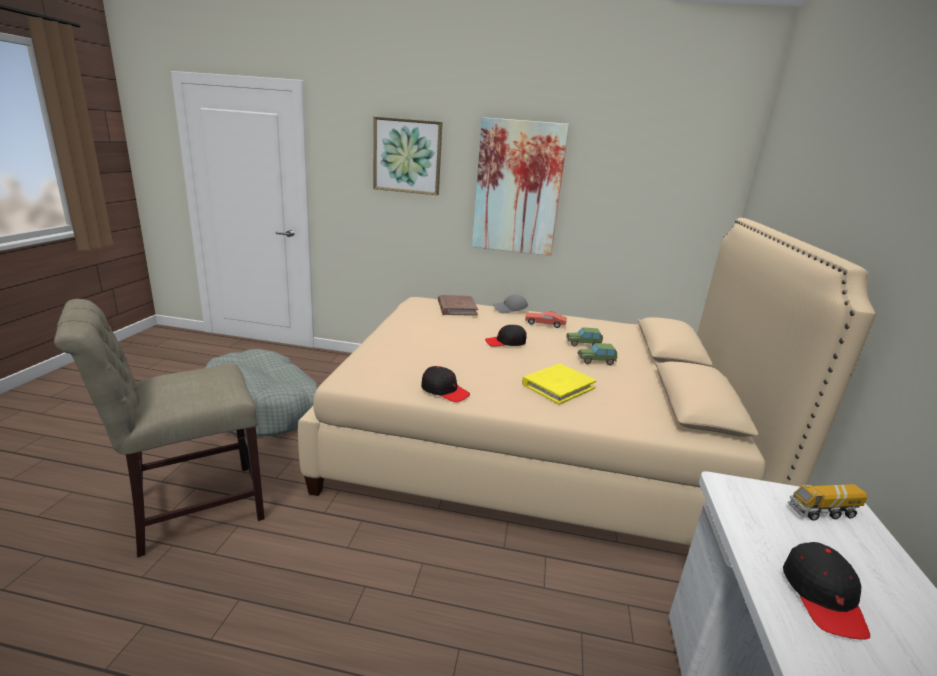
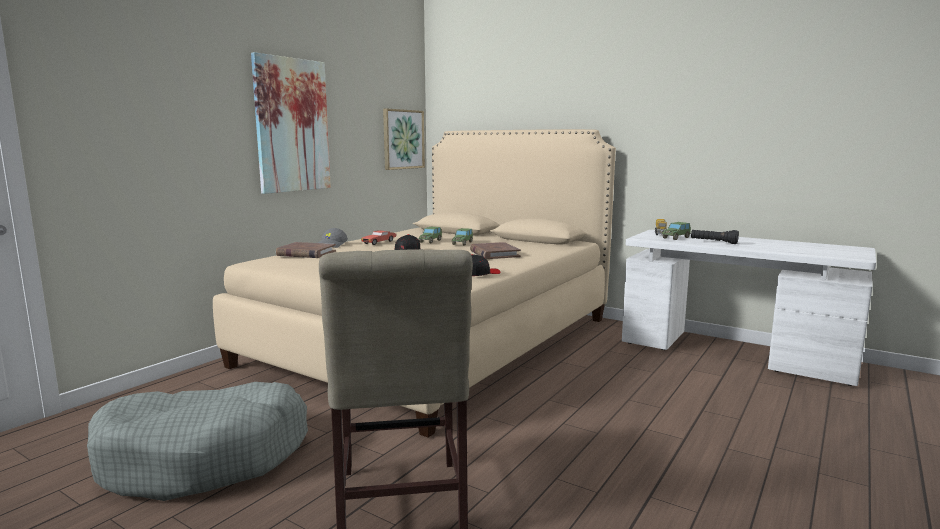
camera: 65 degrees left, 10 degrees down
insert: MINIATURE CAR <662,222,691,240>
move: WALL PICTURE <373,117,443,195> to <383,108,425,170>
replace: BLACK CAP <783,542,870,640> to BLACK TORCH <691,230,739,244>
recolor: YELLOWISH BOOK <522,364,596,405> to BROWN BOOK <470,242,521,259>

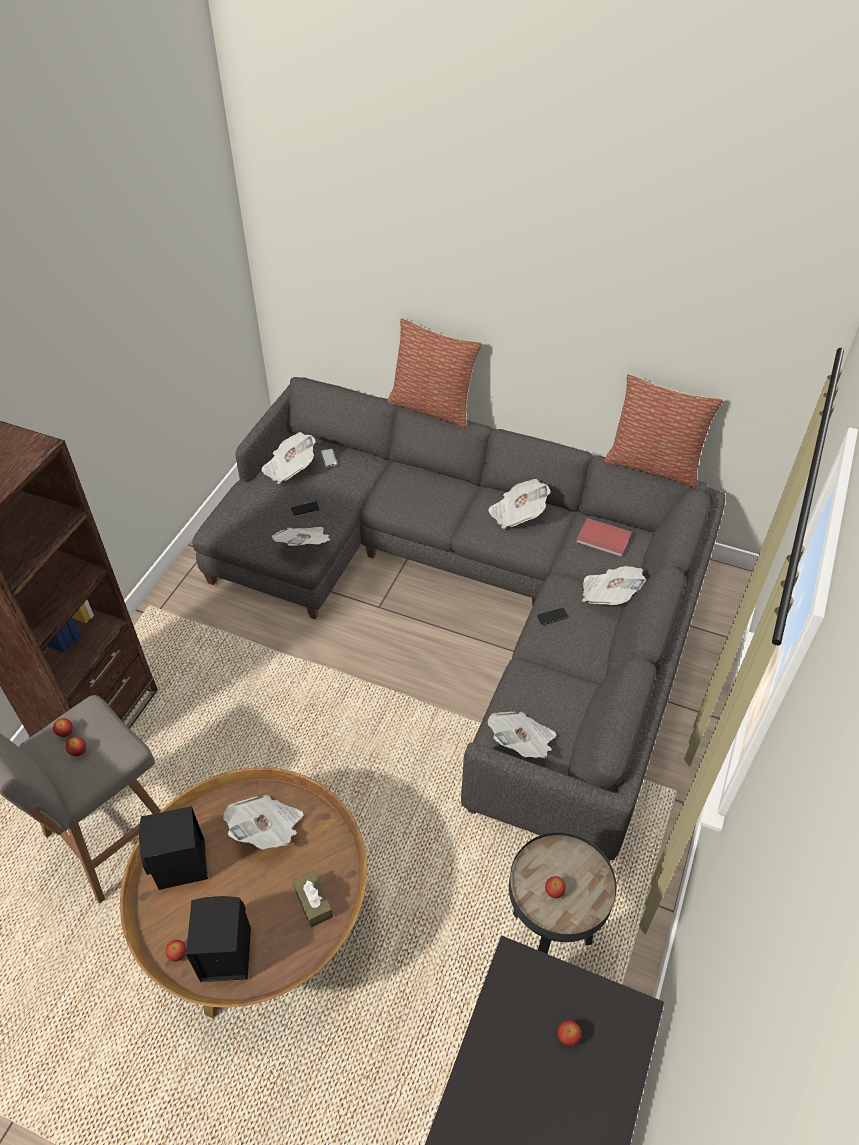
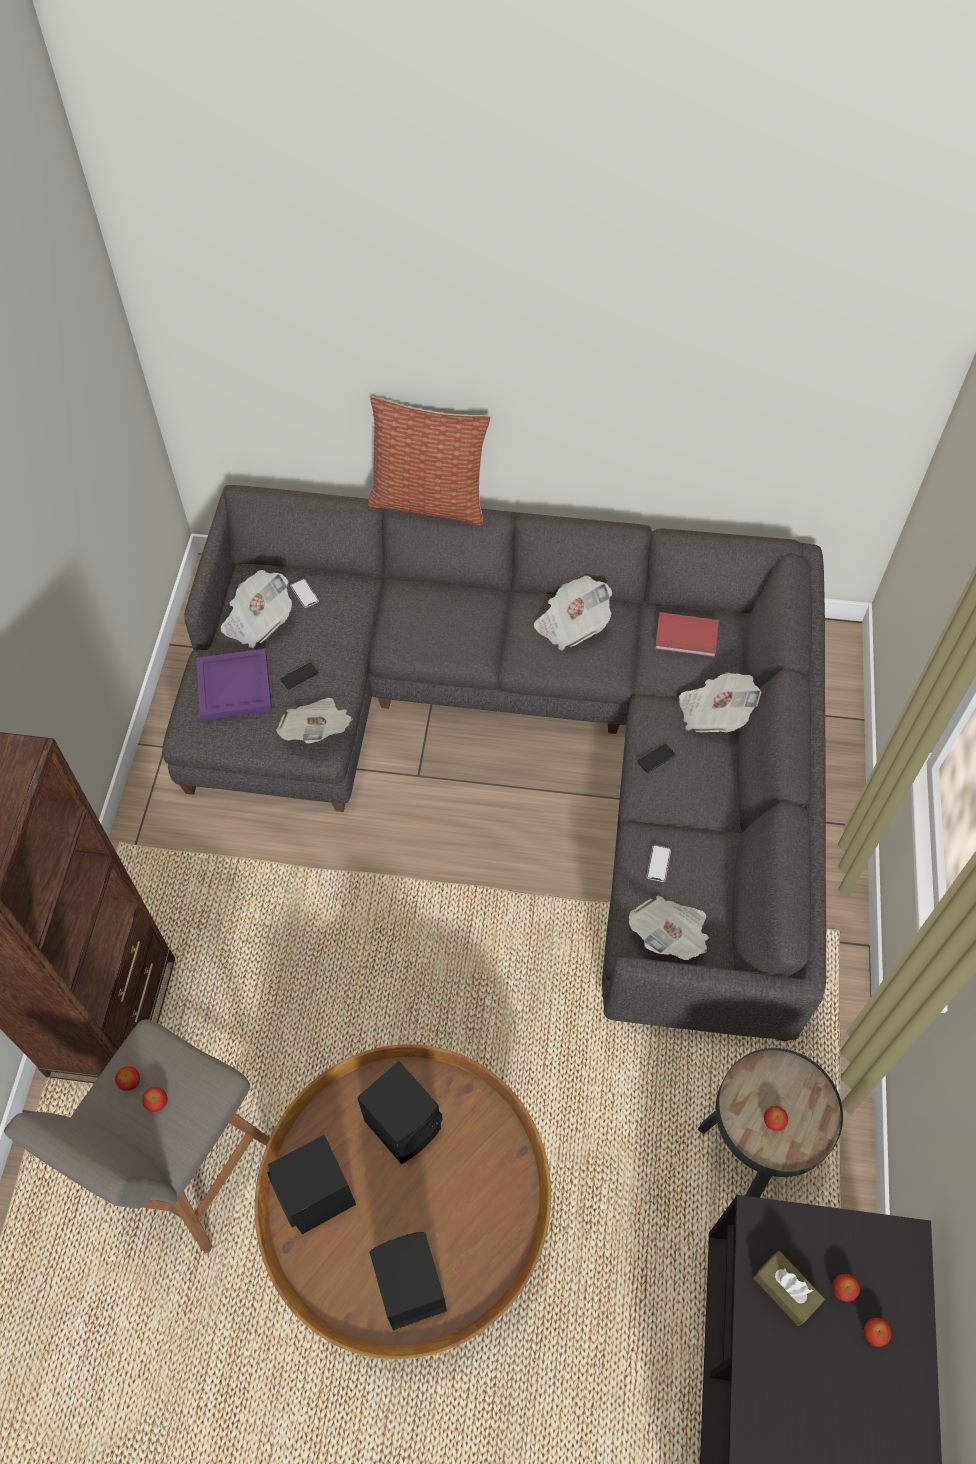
camera: 15 degrees left, 10 degrees up
delete: PILLOW <604,374,723,489>
insert: PURPLISH TRAY <196,649,272,721>; TELEPHONE <647,845,671,882>
move: APPLE <165,940,186,962> to <863,1318,892,1347>; BROWN BOX OF TISSUES <293,871,333,928> to <753,1251,825,1326>
replace: PRINTED PAPER <223,795,303,849> to BLACK LOUDSPEAKER <357,1061,443,1165>

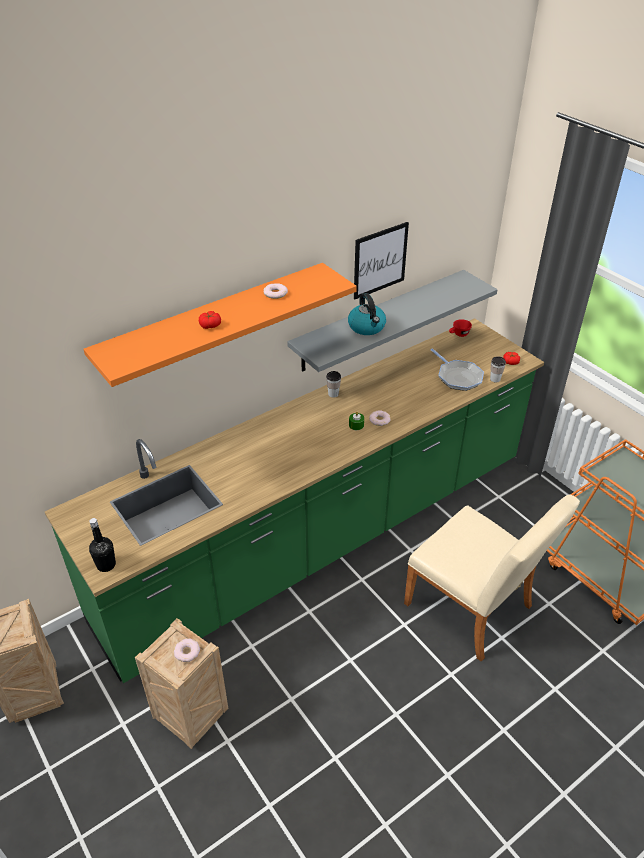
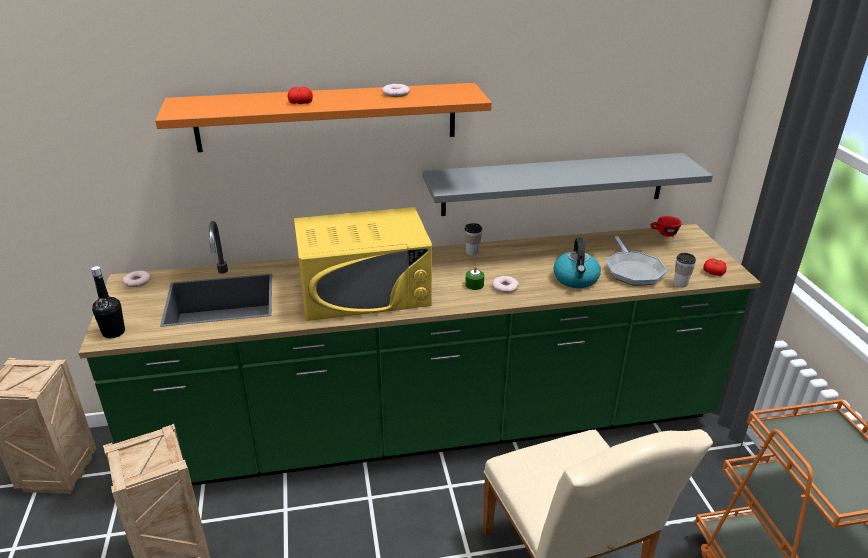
camera: 25 degrees right, 10 degrees down
delete: WALL PICTURE <354,222,409,299>
insert: YELLOWISH MICROWAVE <294,207,432,321>
move: DONUT <174,639,200,662> to <123,271,151,287>; TEA KETTLE <348,293,386,335> to <553,237,601,288>

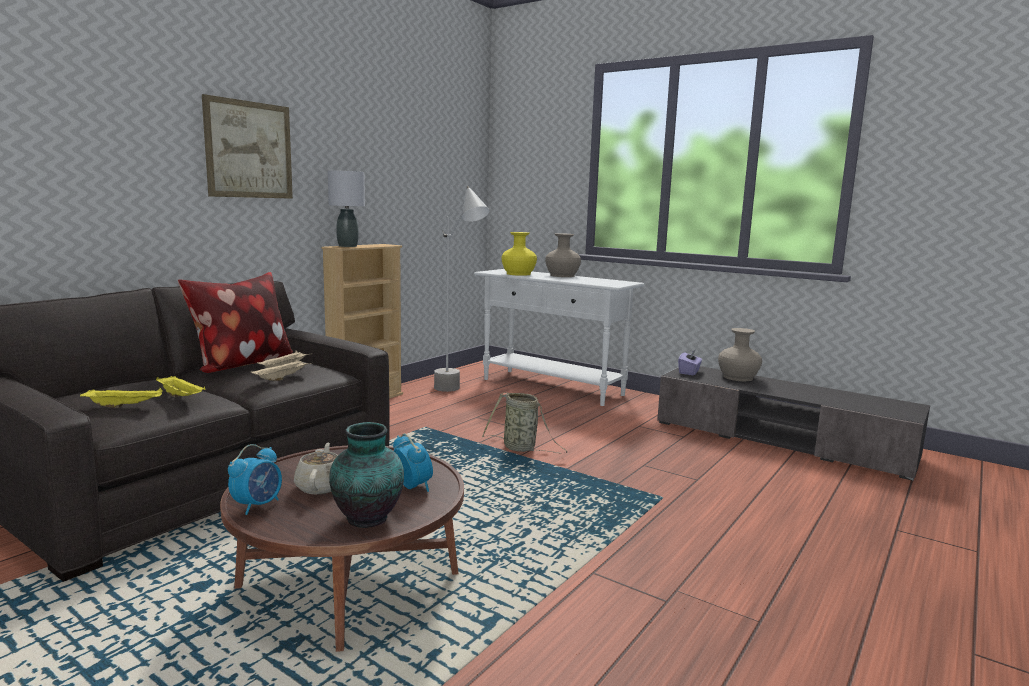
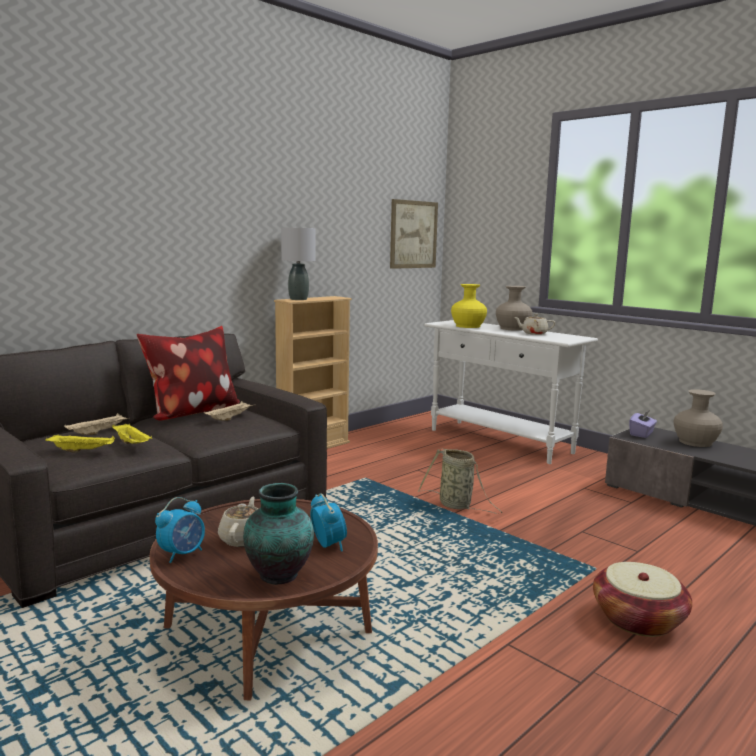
camera: 10 degrees right, 0 degrees up
delete: GRAY STANDARD LAMP <434,186,490,392>
insert: SAND-COLOURED POT FOR TEA <514,314,556,335>; HOUSEHOLD BASKET <593,562,692,637>
move: WALL PICTURE <202,94,293,199> to <390,199,438,269>; SAND-COLOURED TRAY <251,359,312,381> to <64,413,130,435>

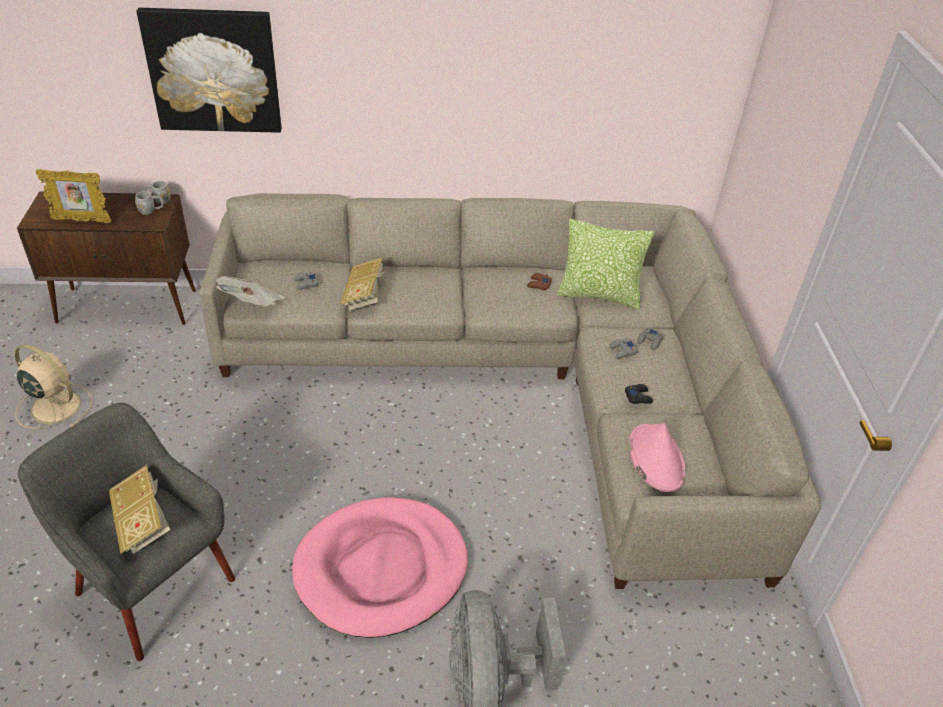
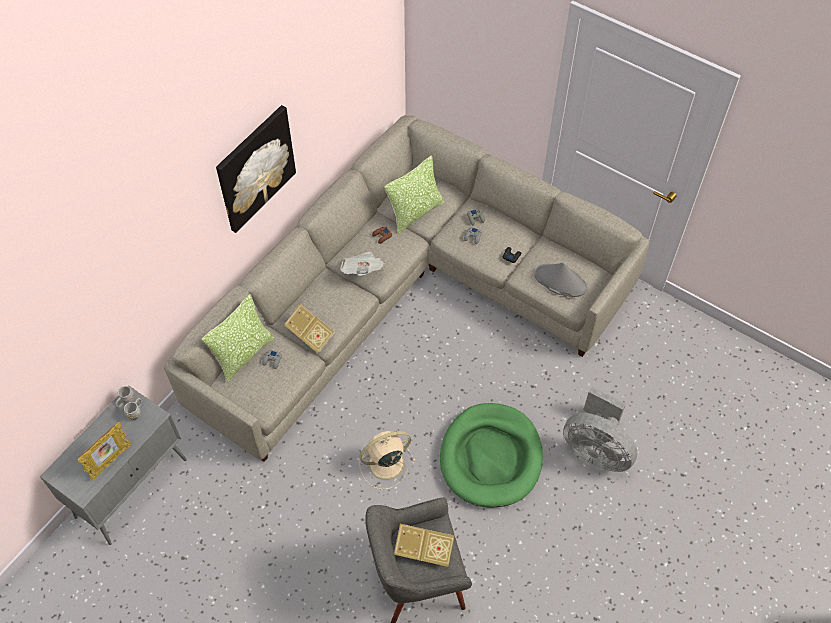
camera: 50 degrees left, 15 degrees up
insert: PILLOW <202,294,274,383>
move: SAND-COLOURED FAN <15,344,92,429> to <359,431,416,490>; WALL PICTURE <137,8,282,133> to <216,105,296,233>; PRINTED PAPER <216,276,285,307> to <340,252,385,276>
recolor: BROWN CUPBOARD <17,192,196,325> to GRAY CUPBOARD <40,385,187,545>; PINK DOG CUSHION <292,497,468,638> to GREEN-COLOURED DOG CUSHION <440,403,543,508>; PINK HAT <630,423,685,492> to GRAY HAT <535,263,587,297>

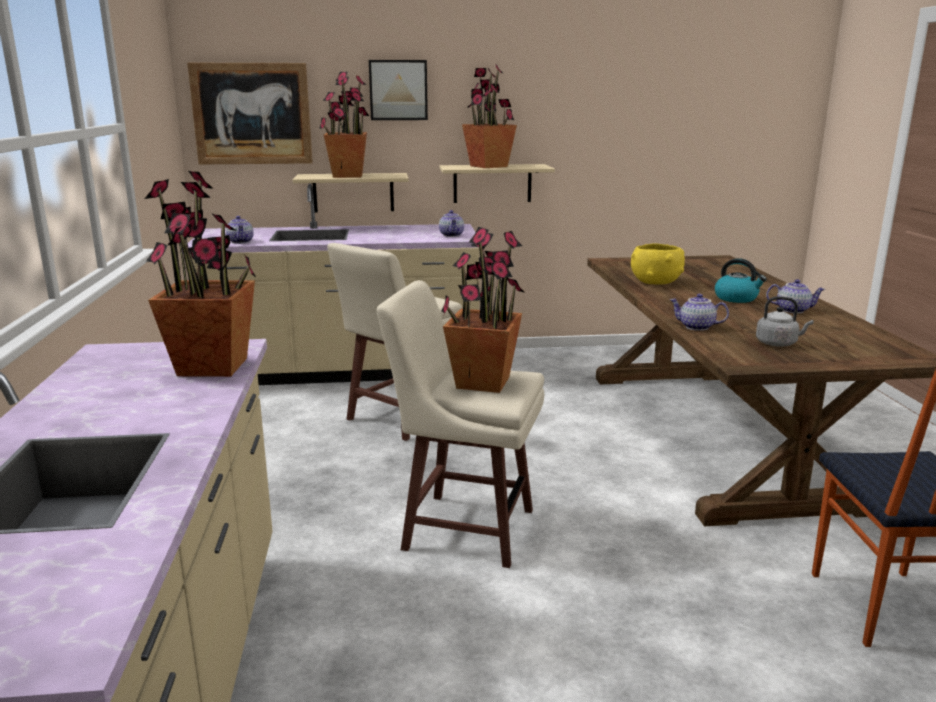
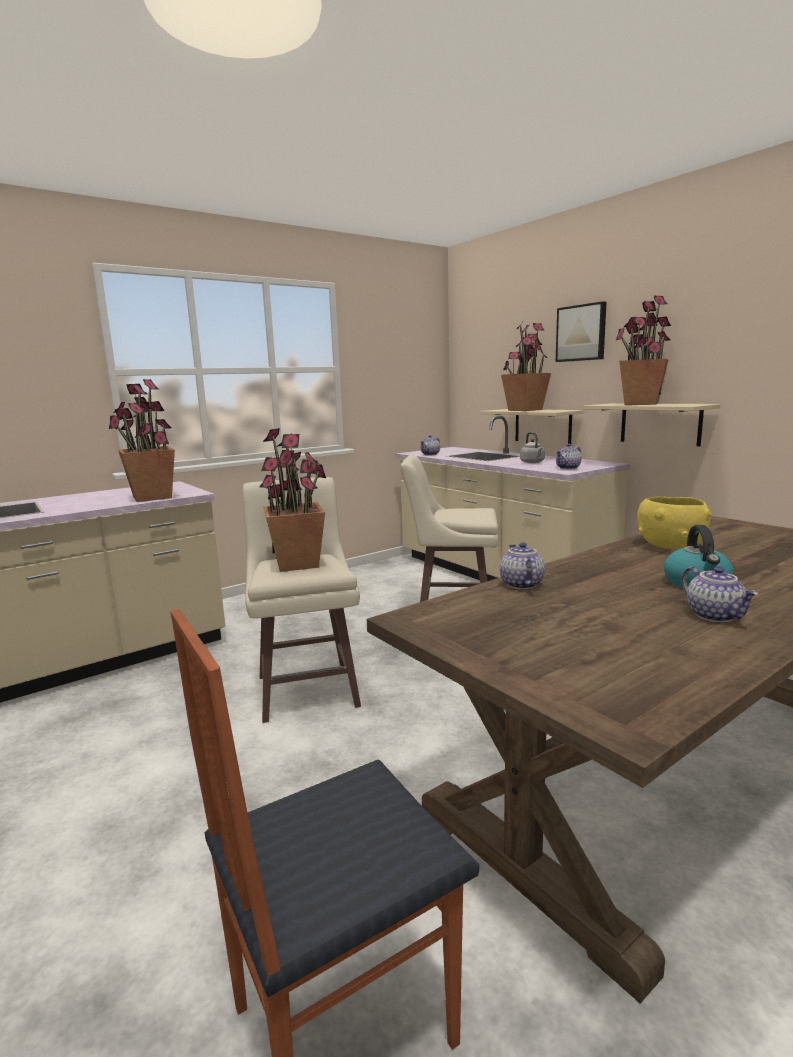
camera: 60 degrees right, 5 degrees down
delete: WALL PICTURE <187,63,313,165>
move: GRAY TEA KETTLE <756,296,814,347> to <520,432,545,463>

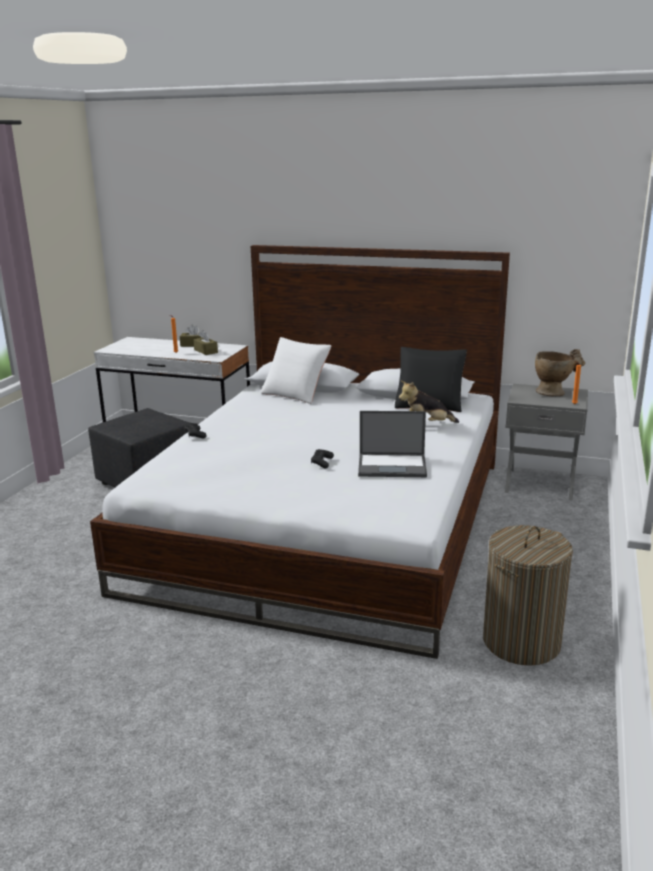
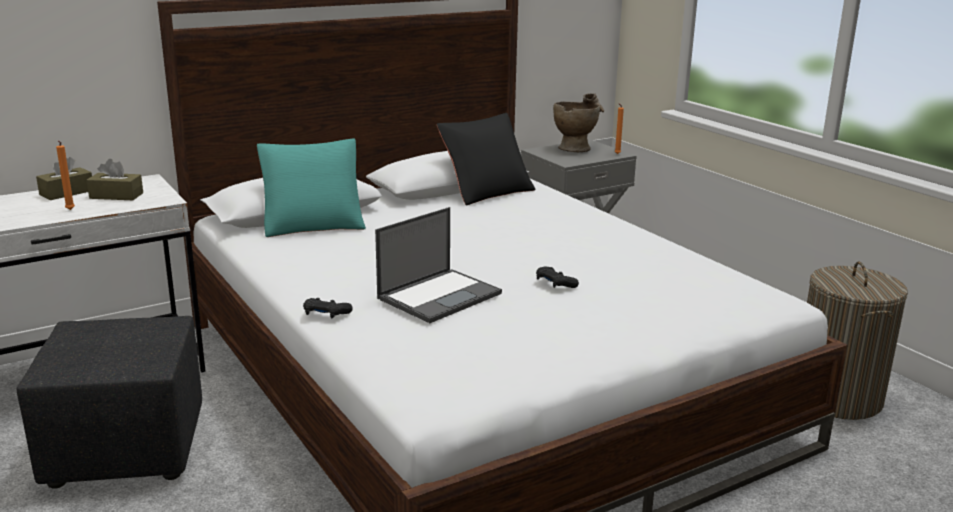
camera: 50 degrees left, 0 degrees up
delete: CUDDLY TOY <399,381,459,423>
move: LAPTOP <358,411,427,477> to <375,207,502,323>
recolor: WHITISH PILLOW <261,337,332,404> to TURQUOISE-COLOURED PILLOW <257,139,366,237>

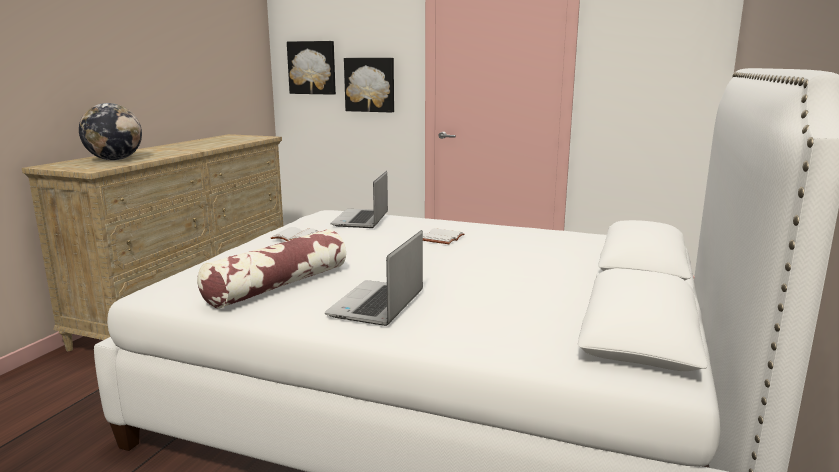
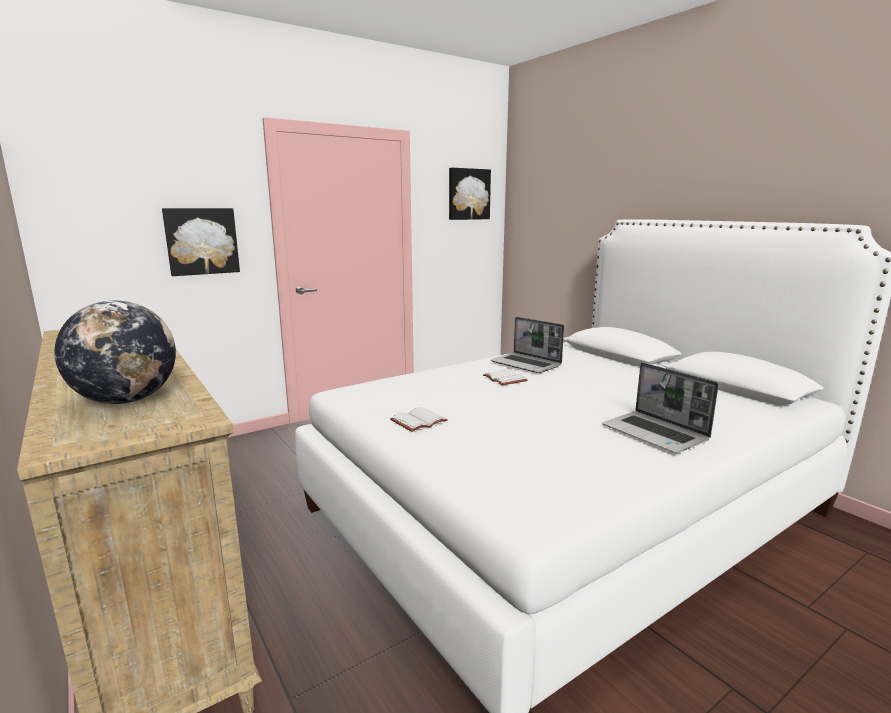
camera: 55 degrees left, 0 degrees up
delete: PILLOW <197,229,346,309>
move: WALL PICTURE <287,41,336,95> to <449,168,491,220>; LAPTOP <330,171,388,228> to <491,317,564,373>

